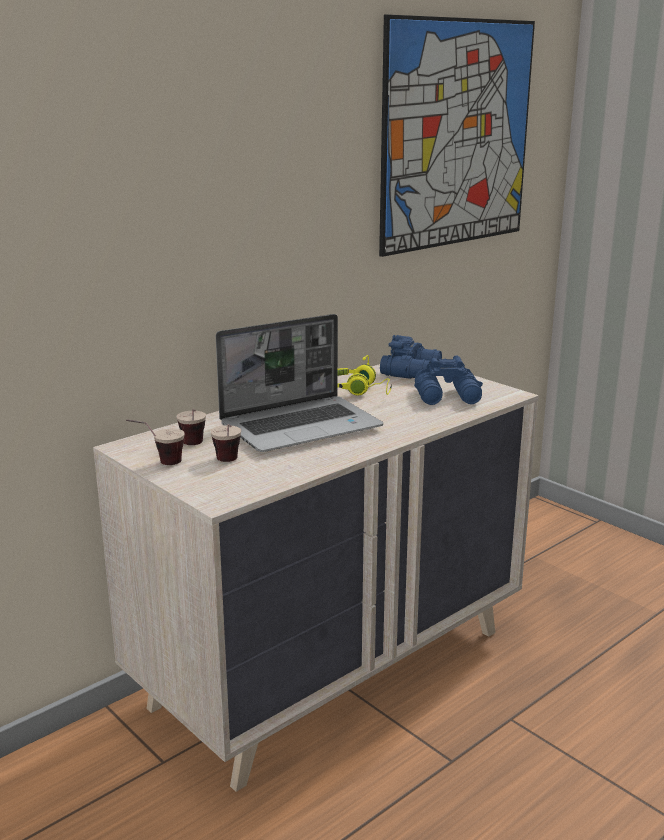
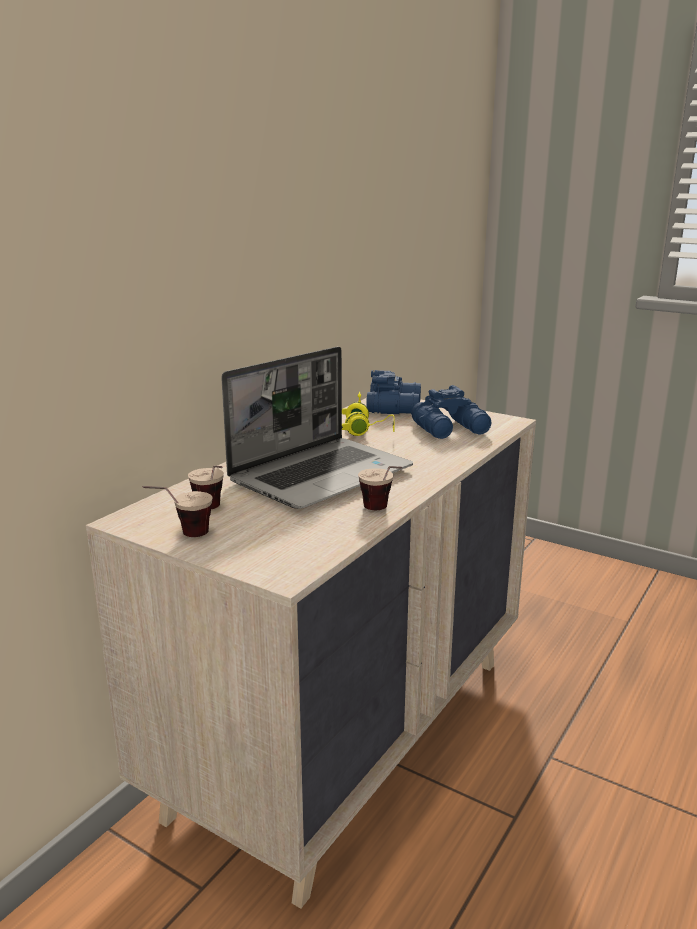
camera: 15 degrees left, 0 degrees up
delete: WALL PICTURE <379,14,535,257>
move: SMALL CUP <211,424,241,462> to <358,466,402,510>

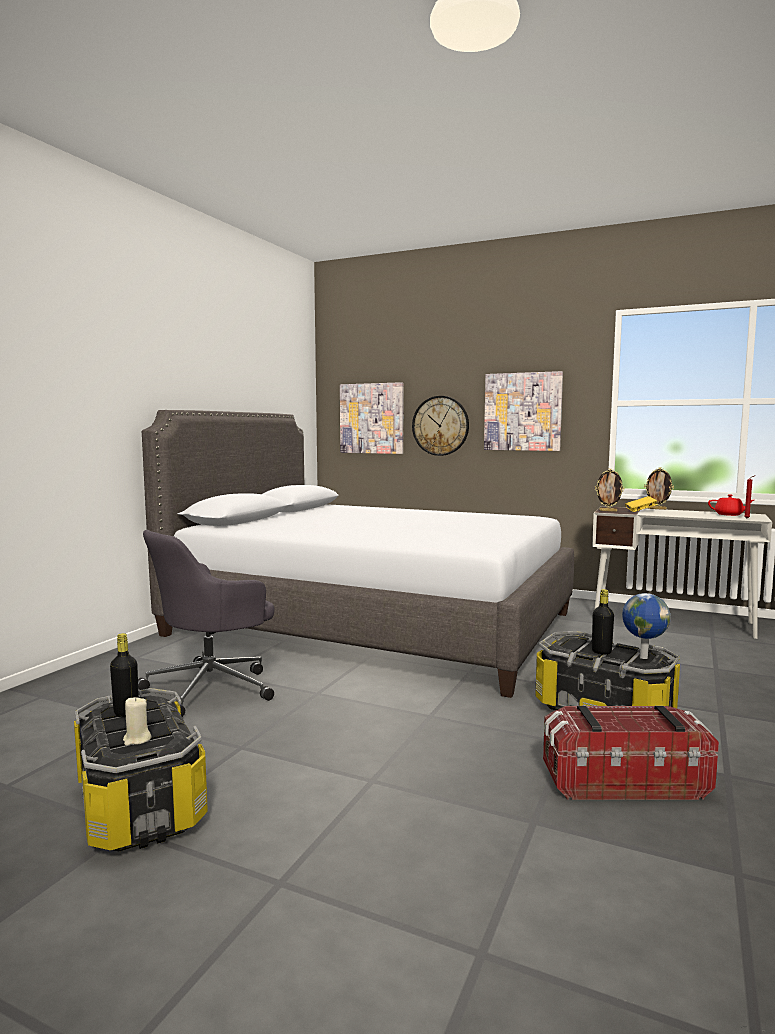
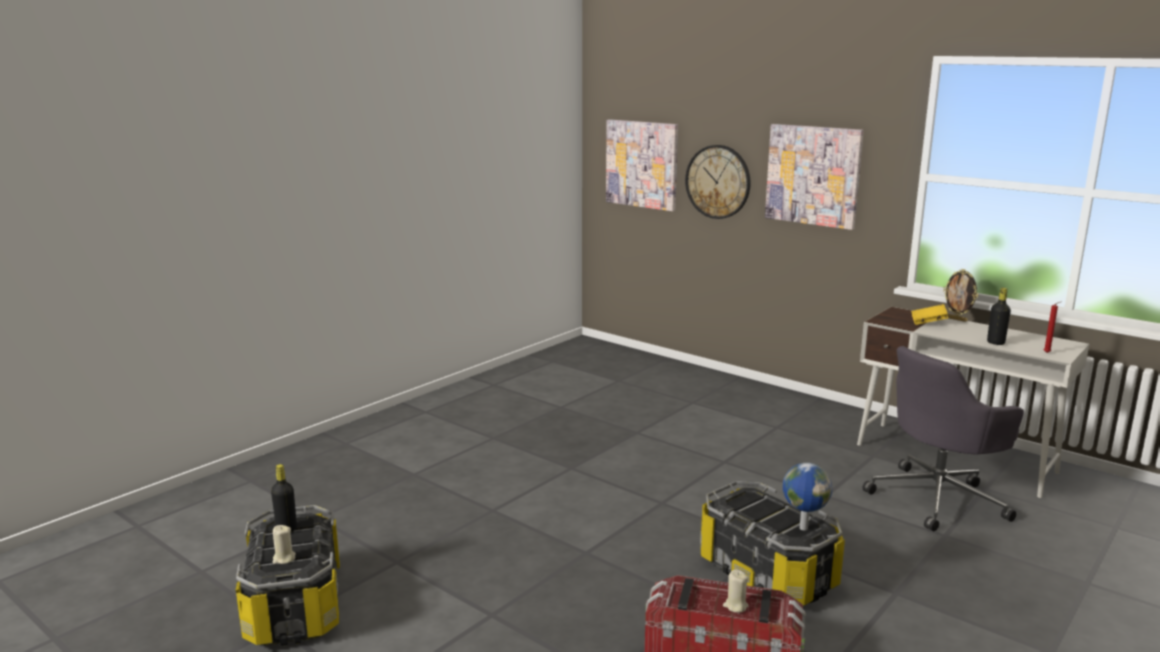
camera: 15 degrees right, 10 degrees up
delete: GRAY BED <142,410,574,698>; STANDING FRAME <595,468,624,512>; RED-COLOURED POT FOR TEA <708,494,754,516>
insert: SAND-COLOURED CANDLE <723,569,749,613>
move: GRAY DESK CHAIR <138,530,274,717> to <863,346,1024,532>; BLACK BEVERAGE BOTTLE <592,589,614,655> to <987,288,1011,345>

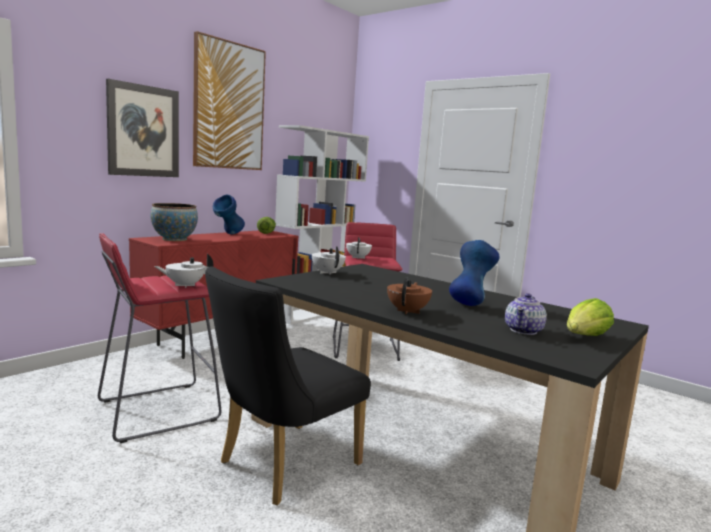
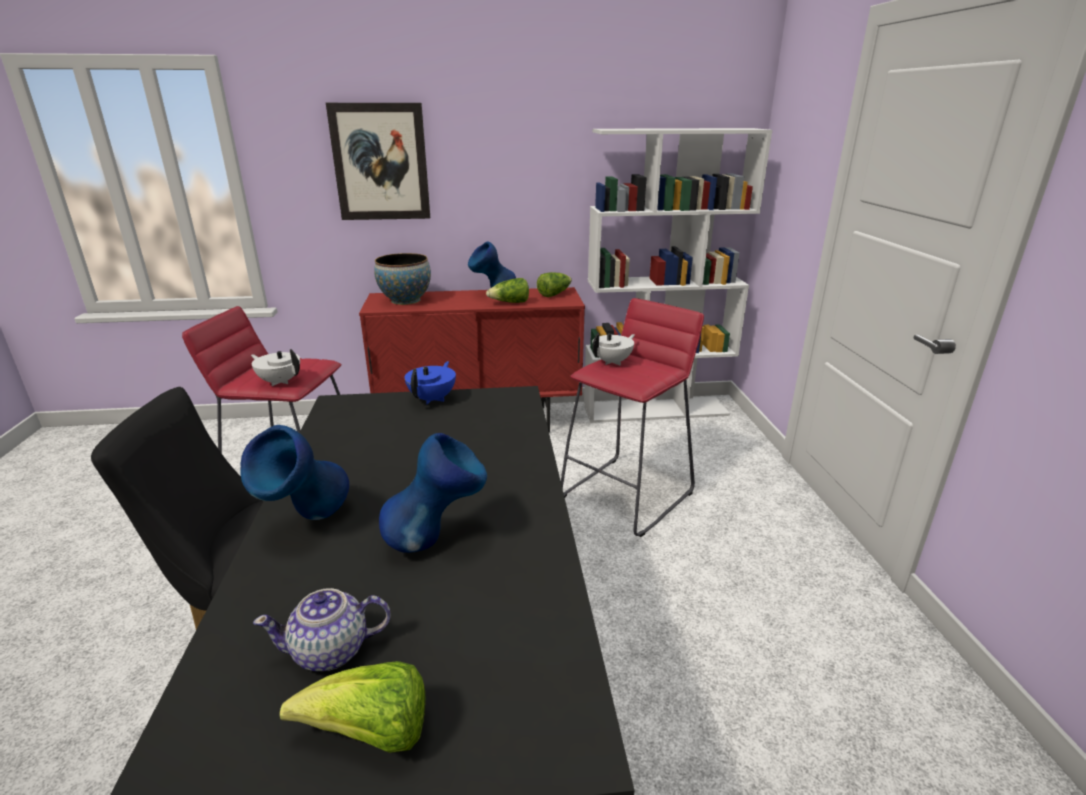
camera: 45 degrees right, 15 degrees up
delete: WALL PICTURE <193,31,266,170>
insert: LETTUCE <486,278,529,303>
replace: BROWN POT FOR TEA <387,277,432,314> to BLUISH DECORATIVE VASE <240,425,349,520>
recolor: WHITISH POT FOR TEA <312,246,346,275> to BLUISH POT FOR TEA <405,361,456,404>

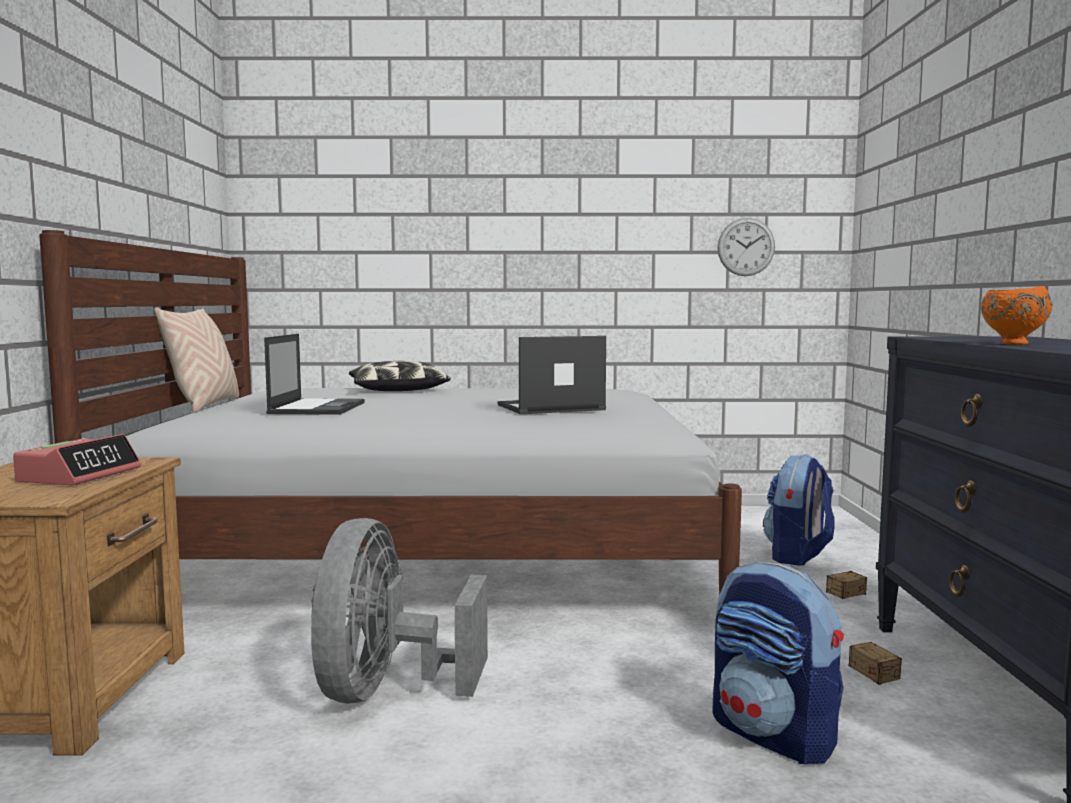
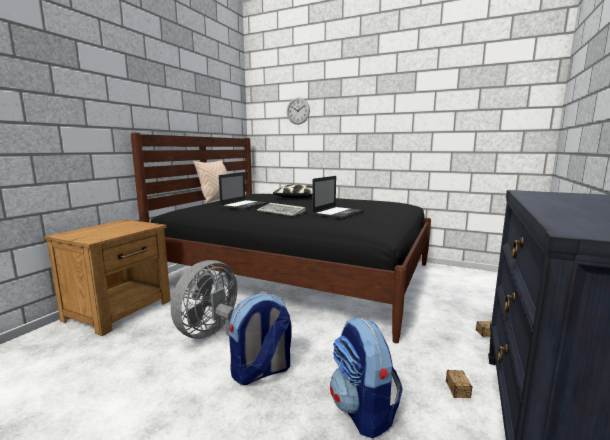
camera: 25 degrees right, 5 degrees up
delete: ALARM CLOCK <13,434,141,485>; ORANGEY DEEP DISH <981,286,1052,345>
insert: PC KEYBOARD <257,203,306,216>
move: CLOCK ON THE WALL <717,218,775,276> to <287,97,310,124>; BACKPACK <763,454,835,566> to <229,294,292,385>
recolor: WHITISH BED <39,230,742,595> to BLACK BED <131,133,431,343>
rotate: LAPTOP <498,336,606,414> = <312,176,364,219> 120 degrees clockwise

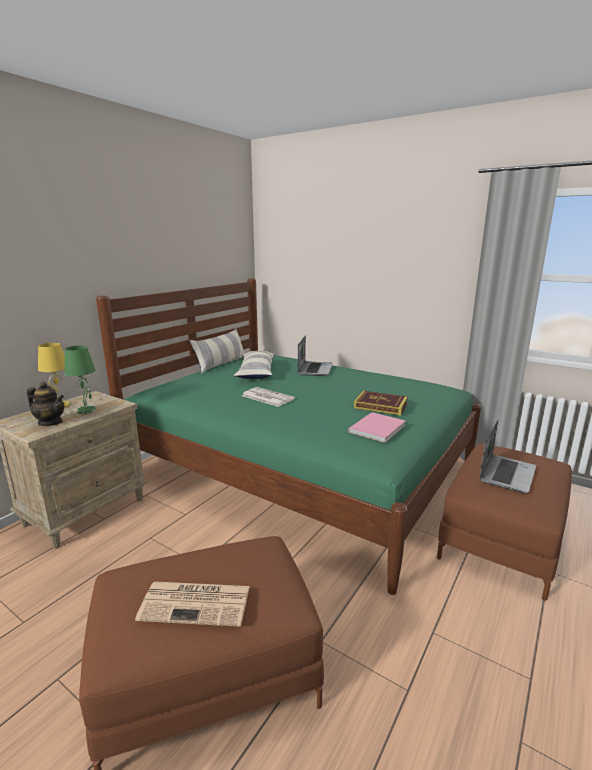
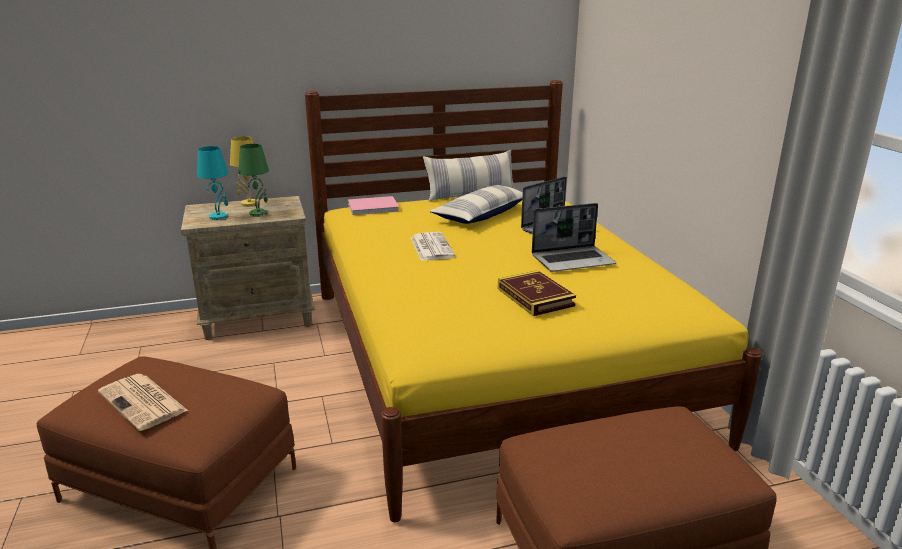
camera: 40 degrees right, 5 degrees up
move: PINK BOOK <348,412,406,443> to <348,196,399,215>; LAPTOP <480,420,536,493> to <532,203,616,272>
replace: POT FOR TEA <27,382,64,426> to TURQUOISE-COLOURED LAMP FOR A TABLE <197,146,229,220>
recolor: GREEN-COLOURED BED <96,278,481,595> to YELLOWISH BED <305,80,762,523>

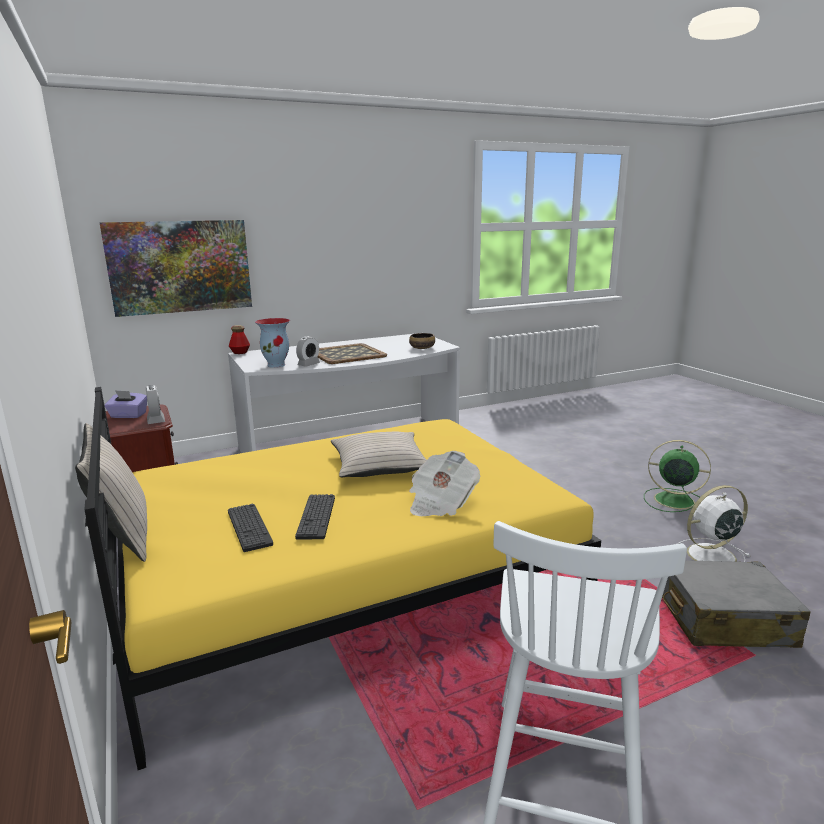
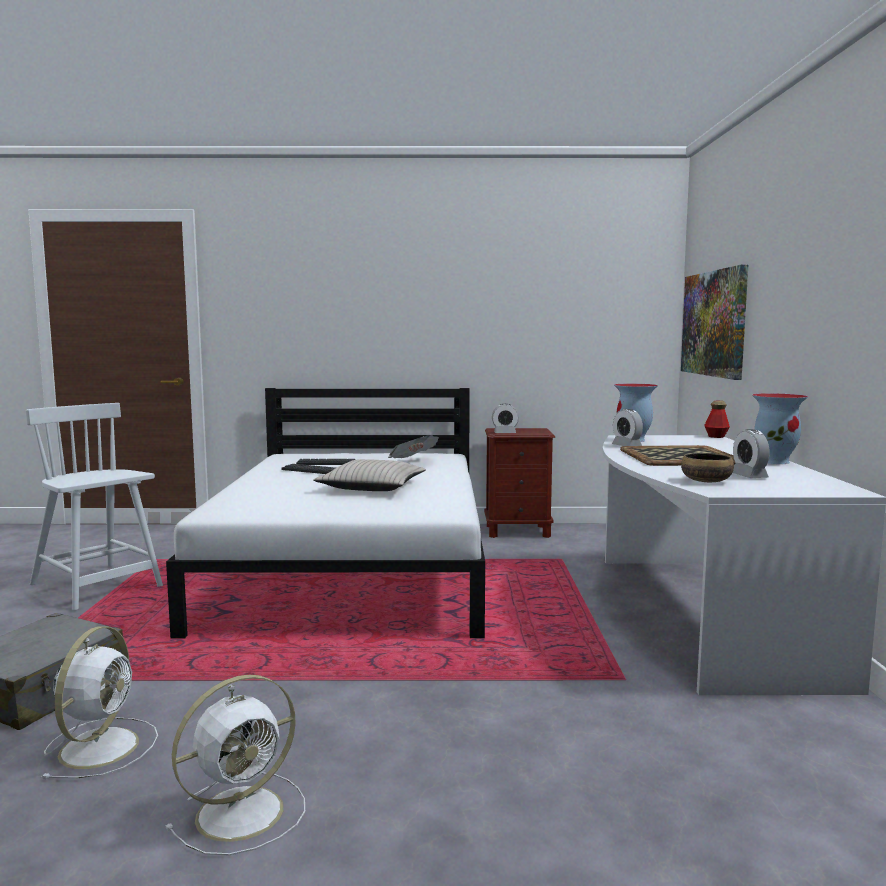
camera: 115 degrees right, 10 degrees down
delete: SAND-COLOURED PILLOW <75,423,147,562>; PURPLISH BOX OF TISSUES <105,390,147,418>
insert: ALARM CLOCK <733,429,770,478>; DECORATIVE VASE <752,393,808,464>
move: PRINTED PAPER <409,451,480,516> to <388,435,439,458>
recolor: YELLOWISH BED <84,387,601,770> to WHITISH BED <166,388,485,639>; GREEN-COLOURED FAN <644,440,711,512> to WHITISH FAN <165,675,305,855>

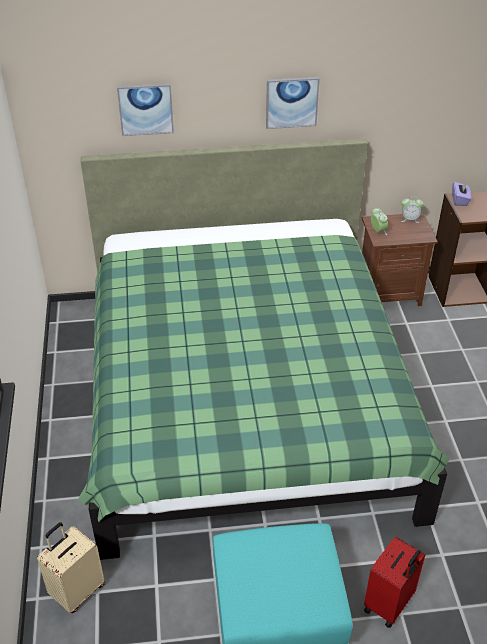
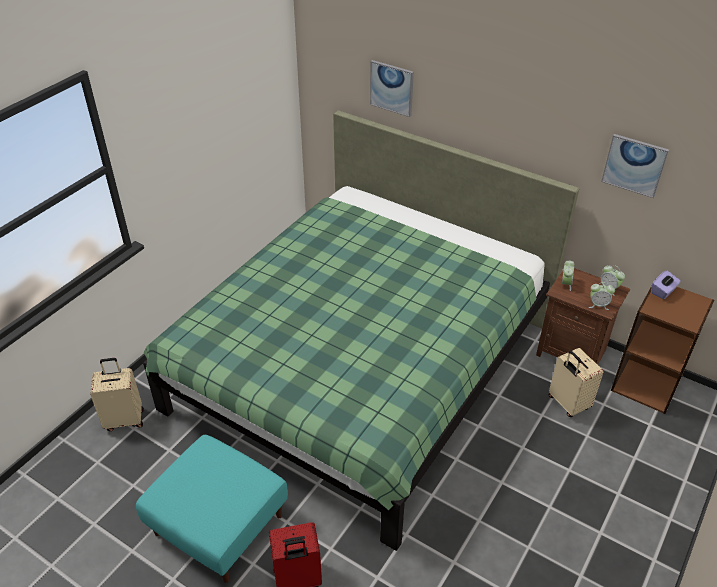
camera: 40 degrees right, 0 degrees up
insert: SAND-COLOURED PIECE OF LUGGAGE <549,348,603,417>; ALARM CLOCK <589,282,615,310>
move: WALL PICTURE <266,77,320,129> to <601,134,669,198>

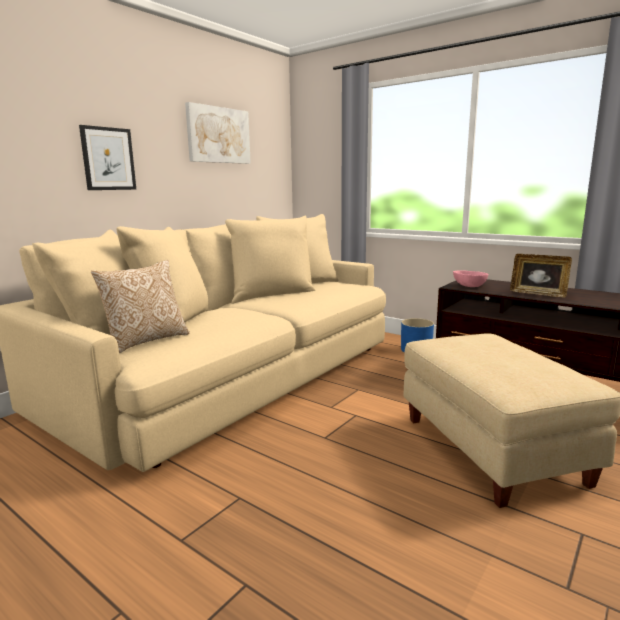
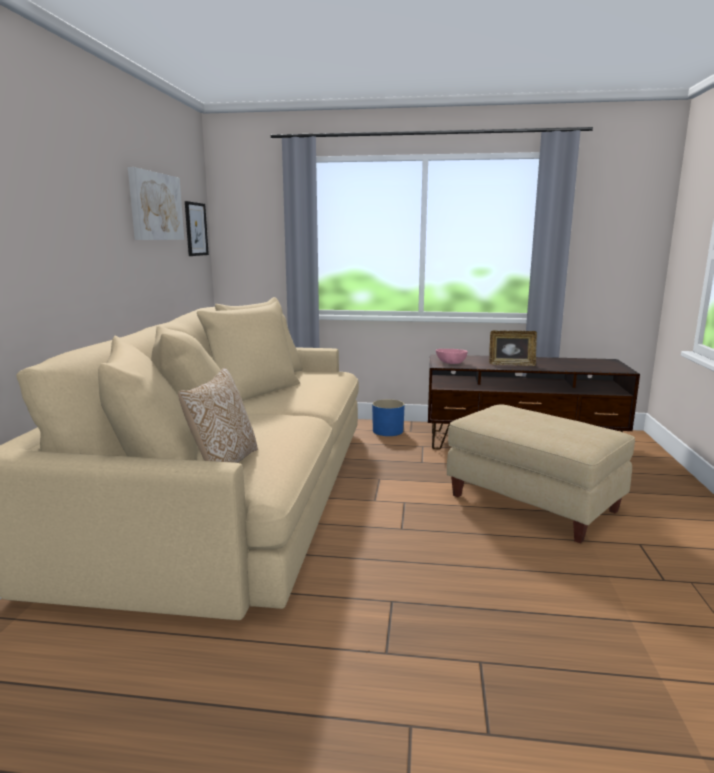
camera: 30 degrees left, 0 degrees up
move: WALL PICTURE <79,125,136,190> to <185,201,209,256>

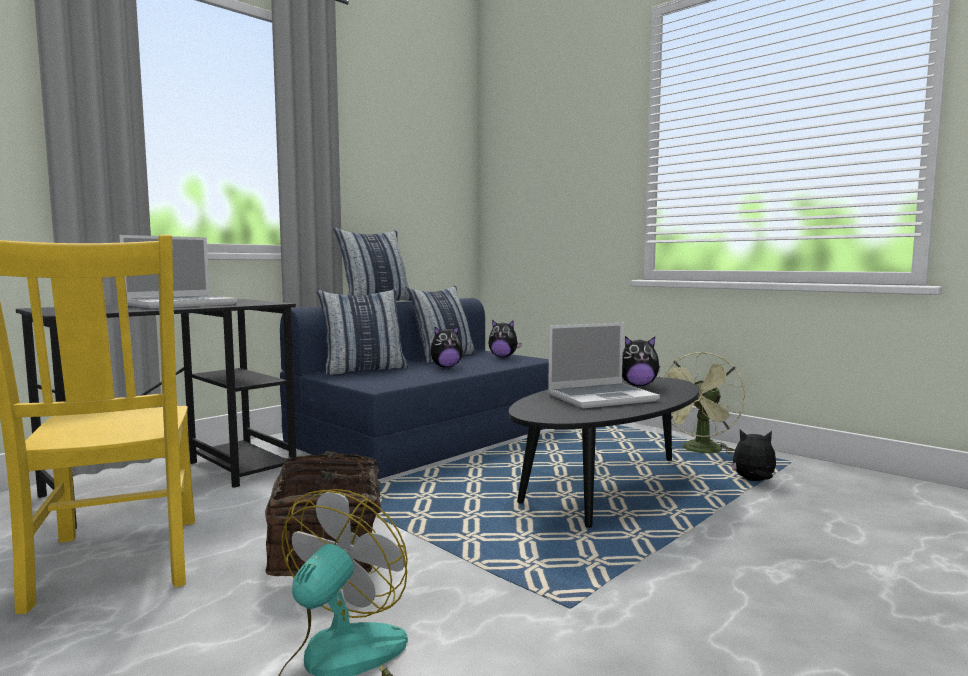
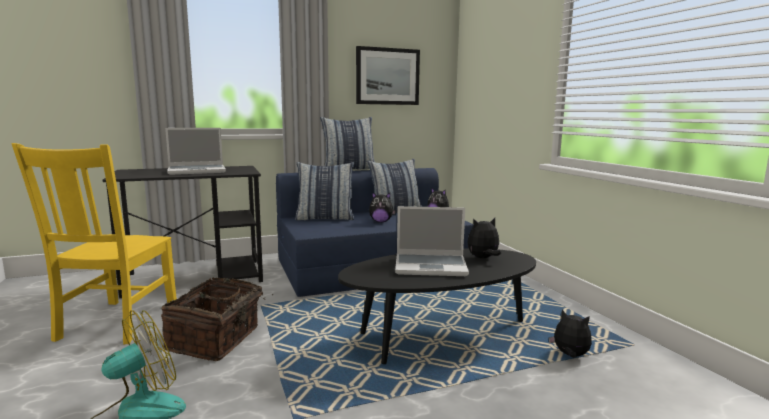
camera: 25 degrees right, 5 degrees up
delete: GREEN-COLOURED FAN <659,352,745,455>
insert: WALL PICTURE <356,46,420,105>
rotate: CUDDLY TOY <622,336,660,386> = <467,218,501,258> 135 degrees clockwise

